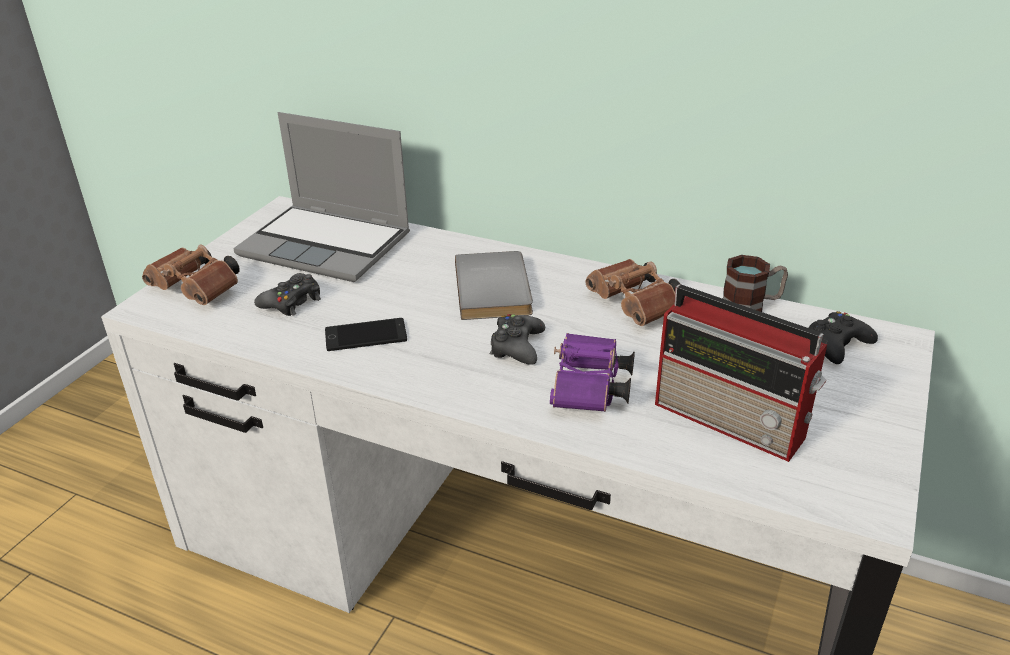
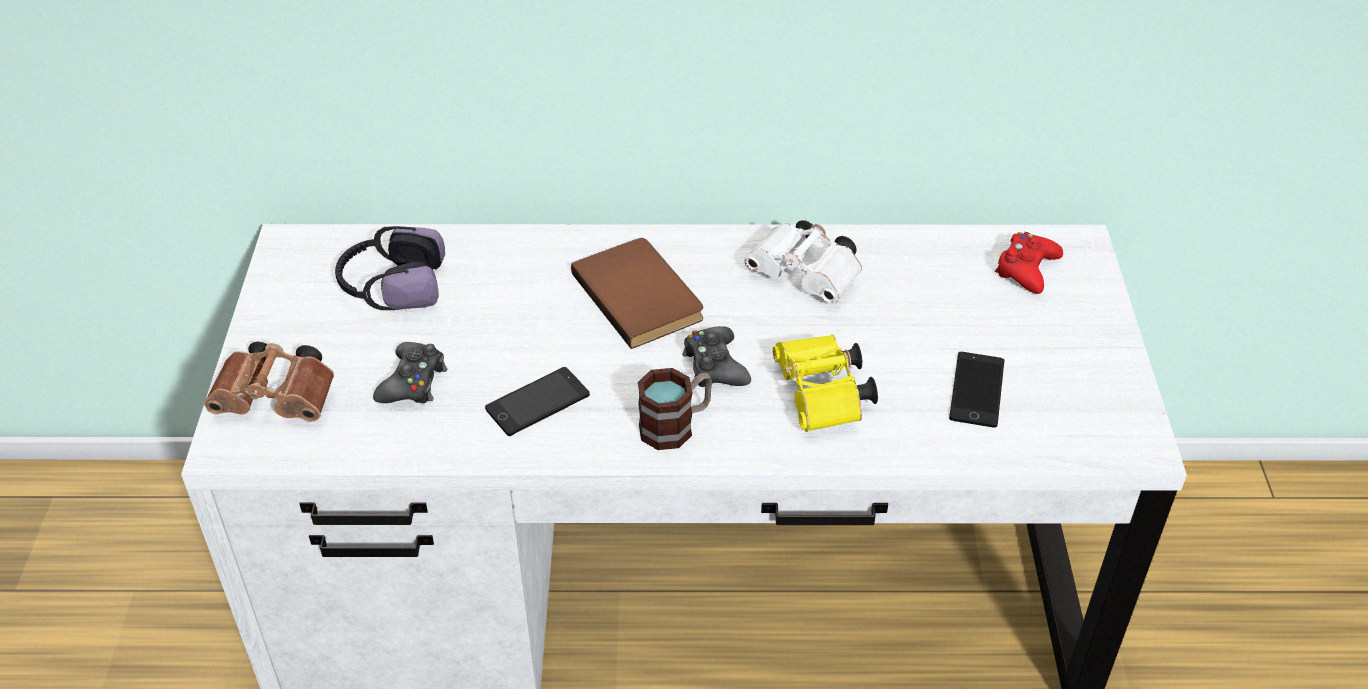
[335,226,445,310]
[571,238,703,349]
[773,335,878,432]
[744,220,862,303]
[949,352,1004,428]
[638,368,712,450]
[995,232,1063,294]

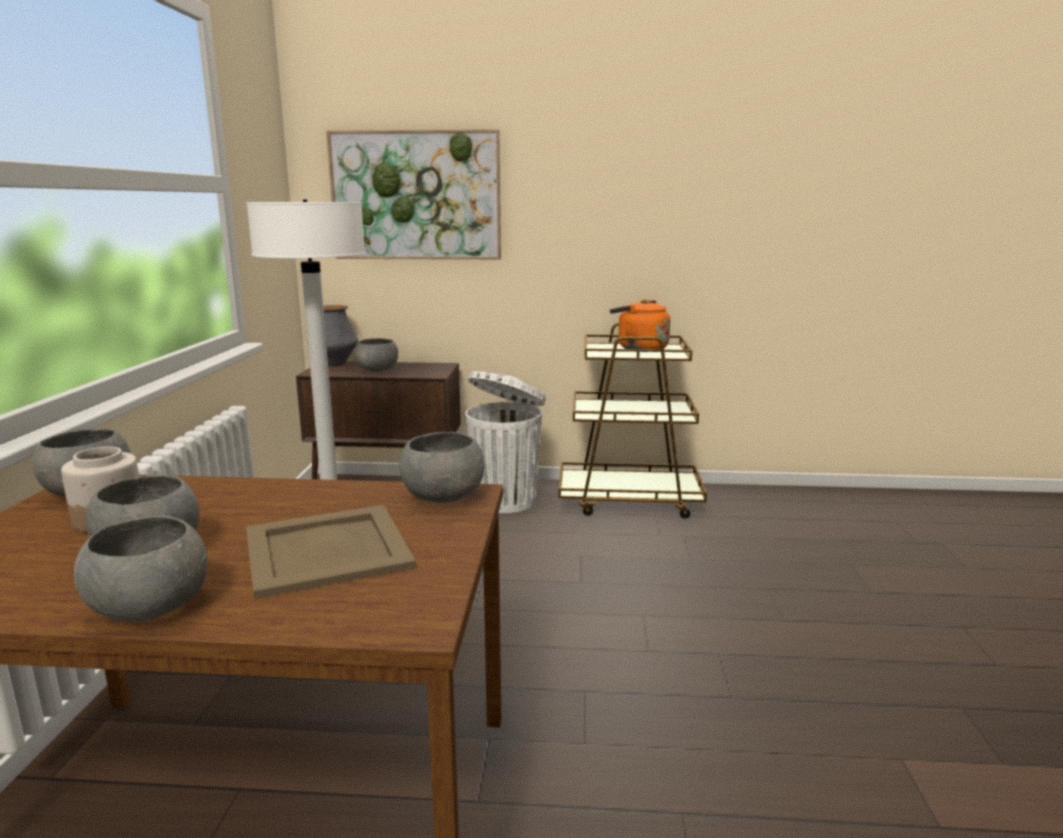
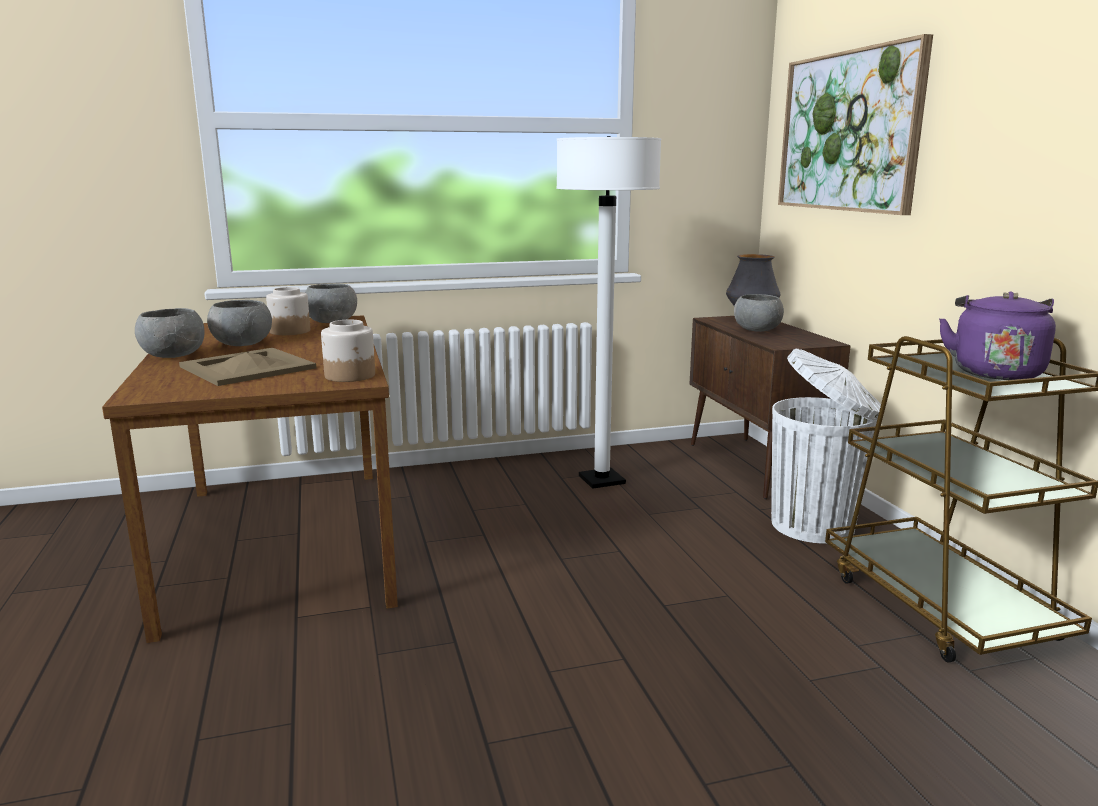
[321,320,375,382]
[939,292,1056,380]

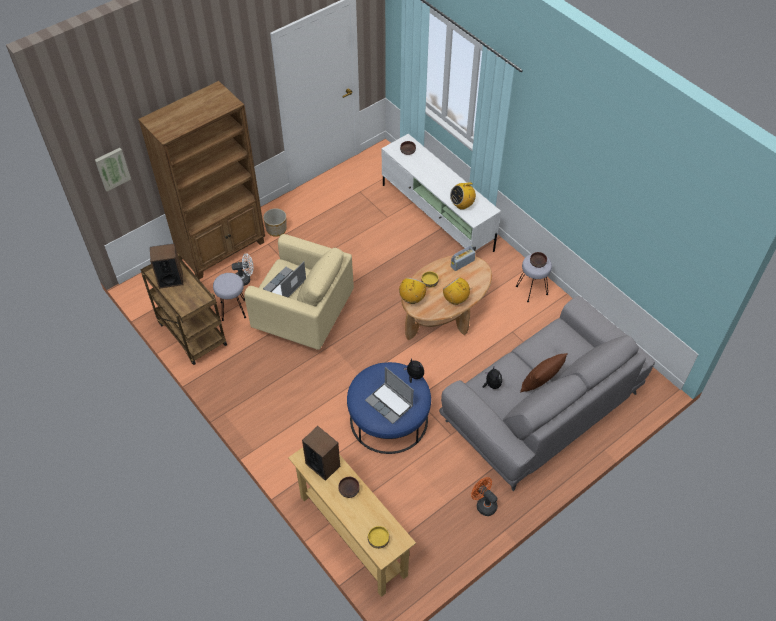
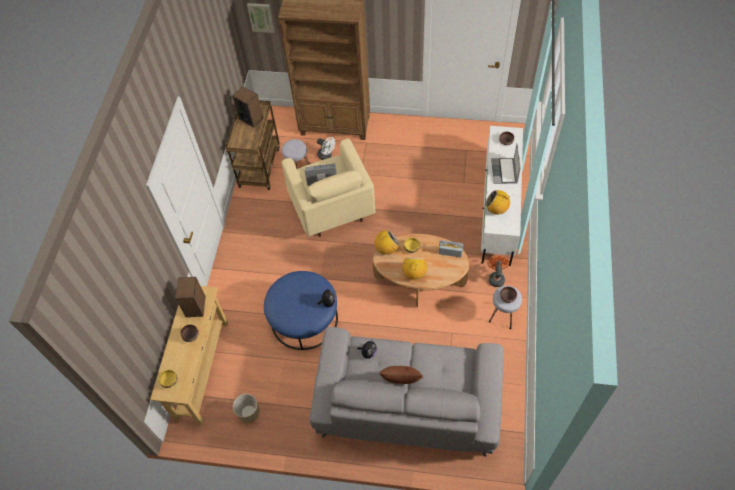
[233,394,259,423]
[491,144,521,184]
[488,256,509,287]

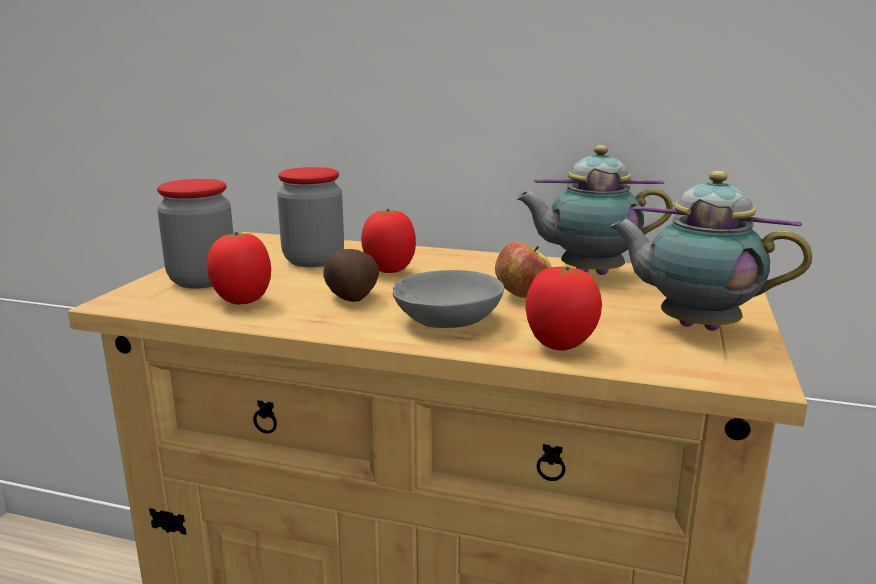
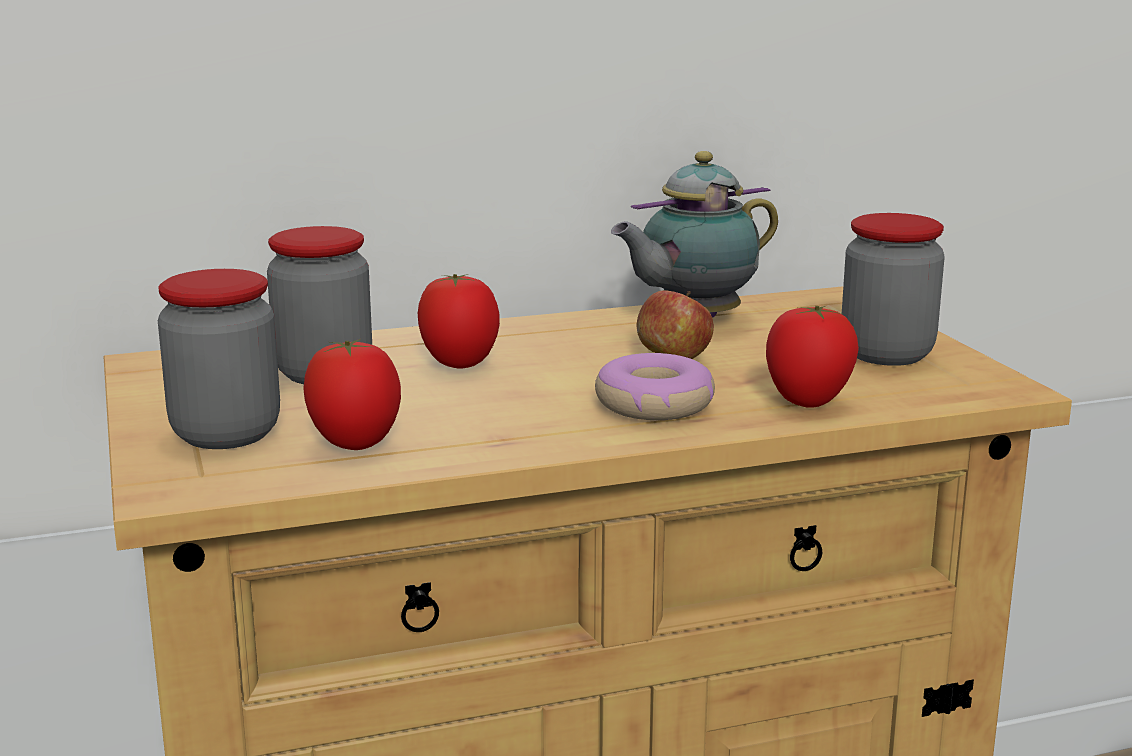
[323,249,379,302] (first image)
[595,353,715,420]
[842,213,945,366]

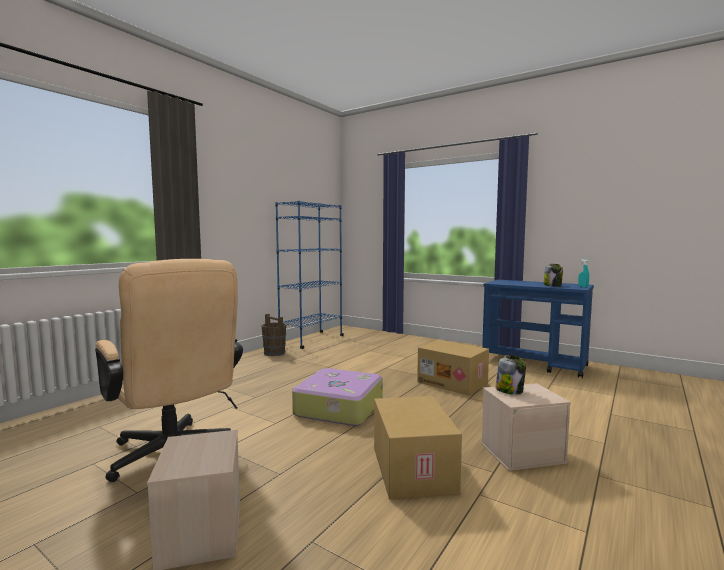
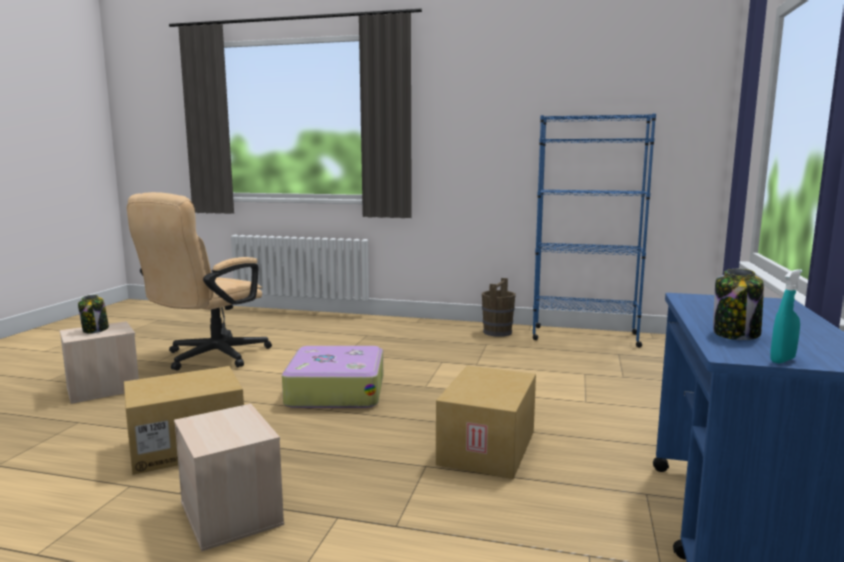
[78,295,109,334]

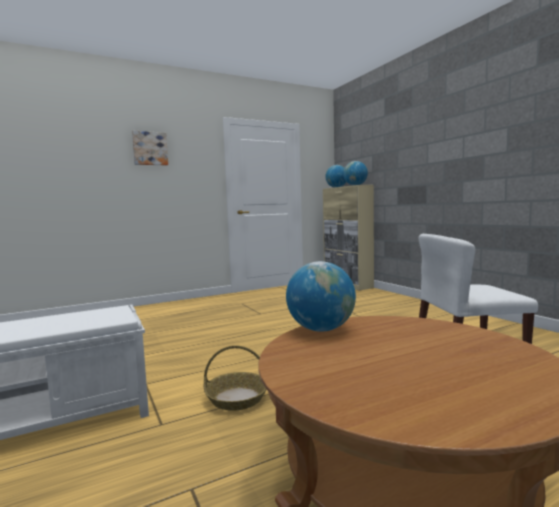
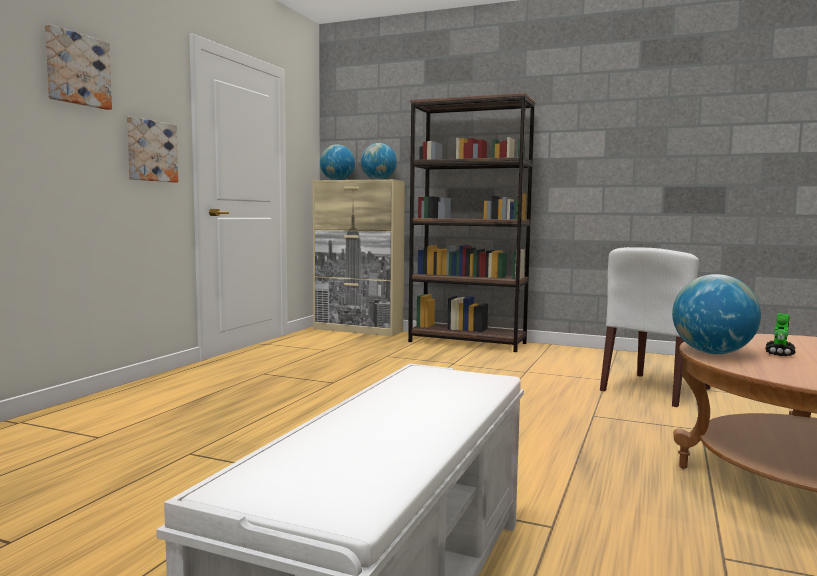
[204,345,267,410] (first image)
[127,117,178,183]
[408,93,536,352]
[765,313,796,356]

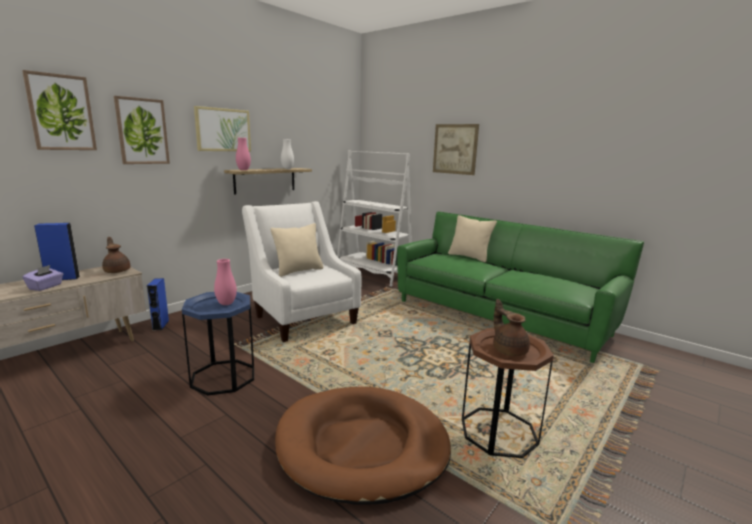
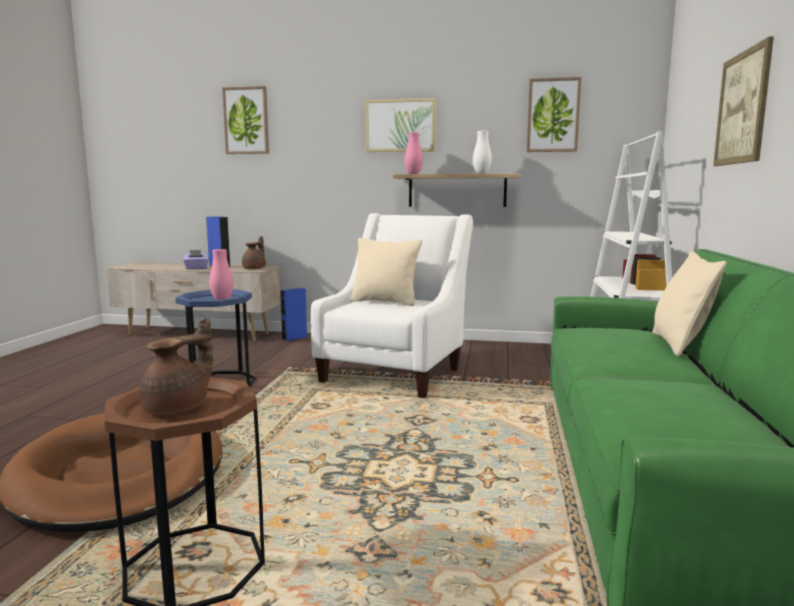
[527,77,581,152]

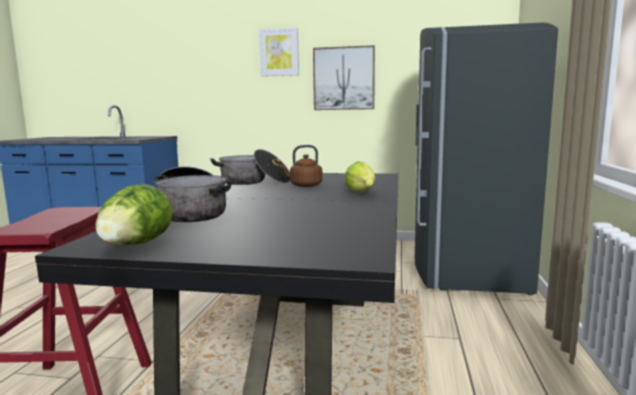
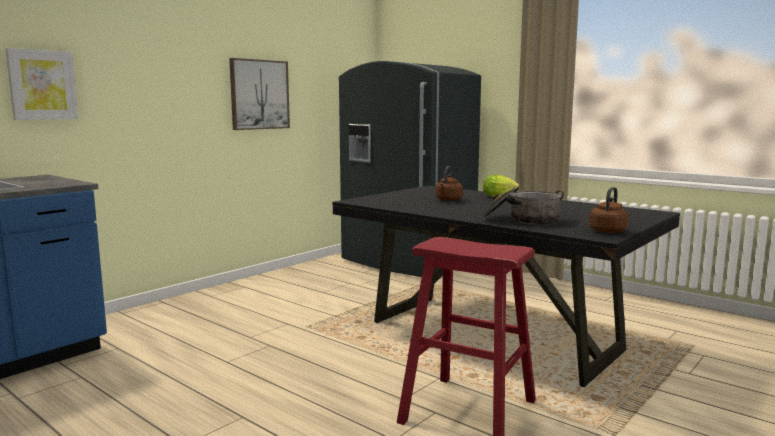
[589,187,628,233]
[210,149,290,185] (first image)
[5,48,78,120]

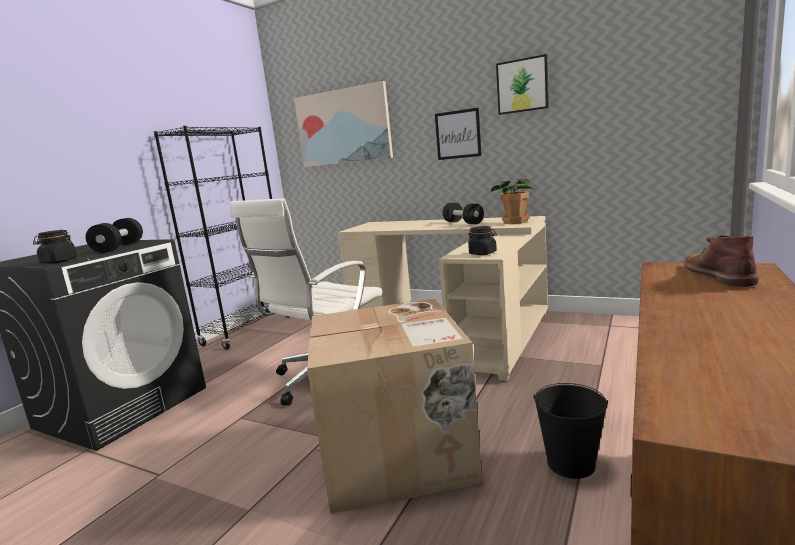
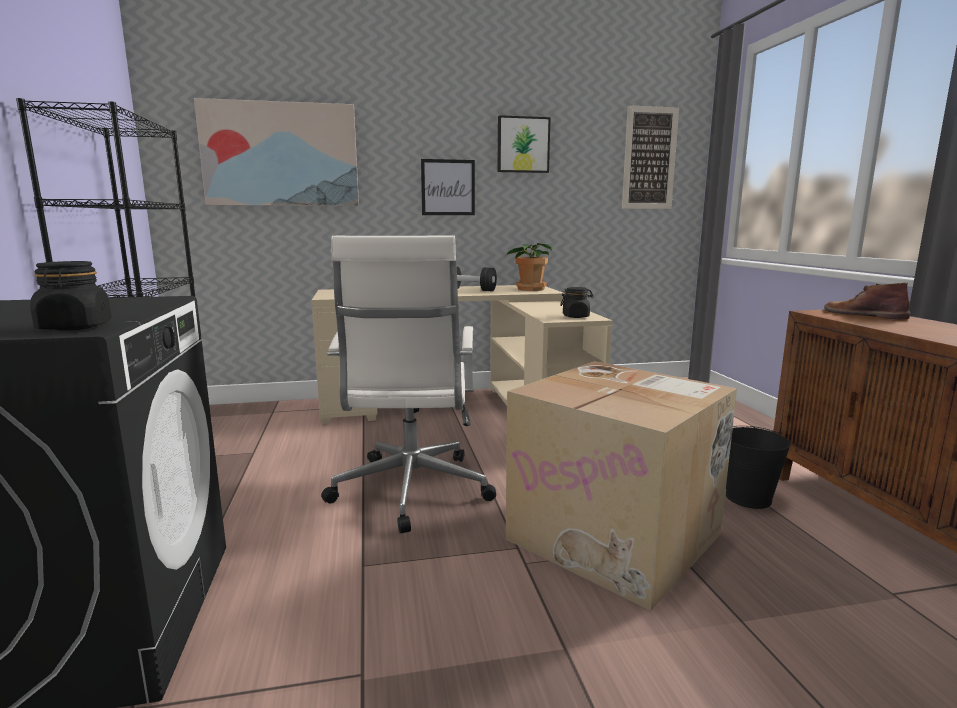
[86,218,143,253] (first image)
[622,105,679,209]

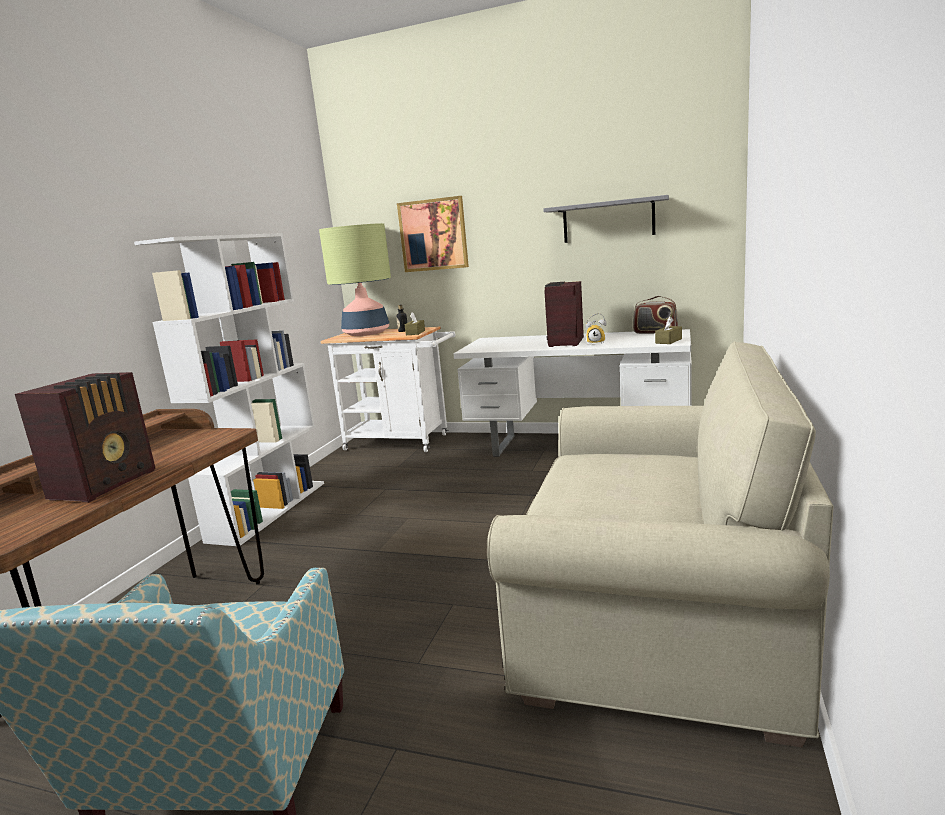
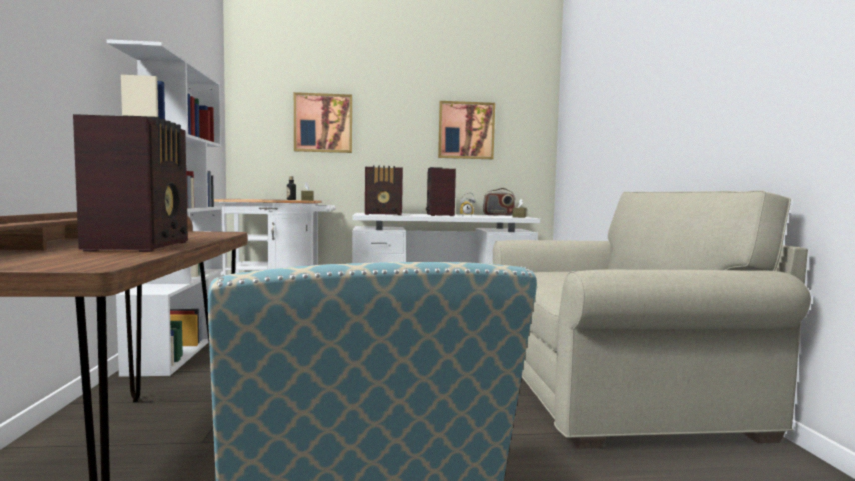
[319,223,391,336] (first image)
[438,101,495,159]
[365,165,403,215]

